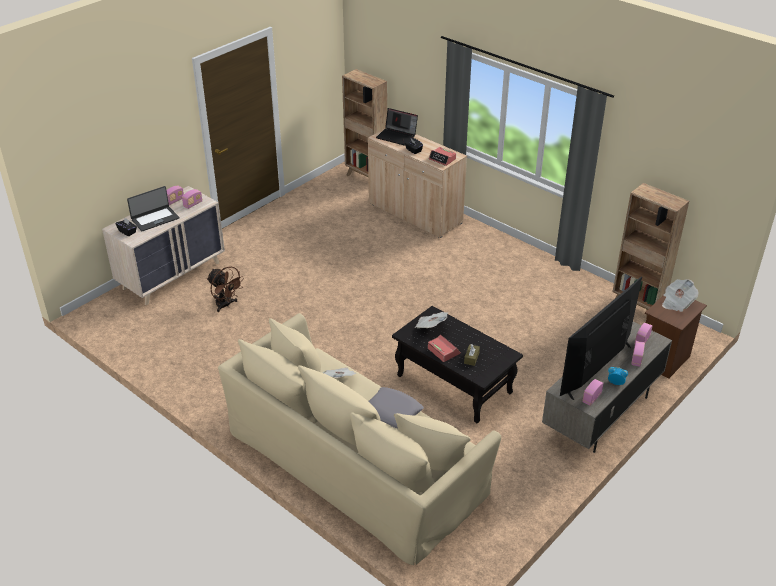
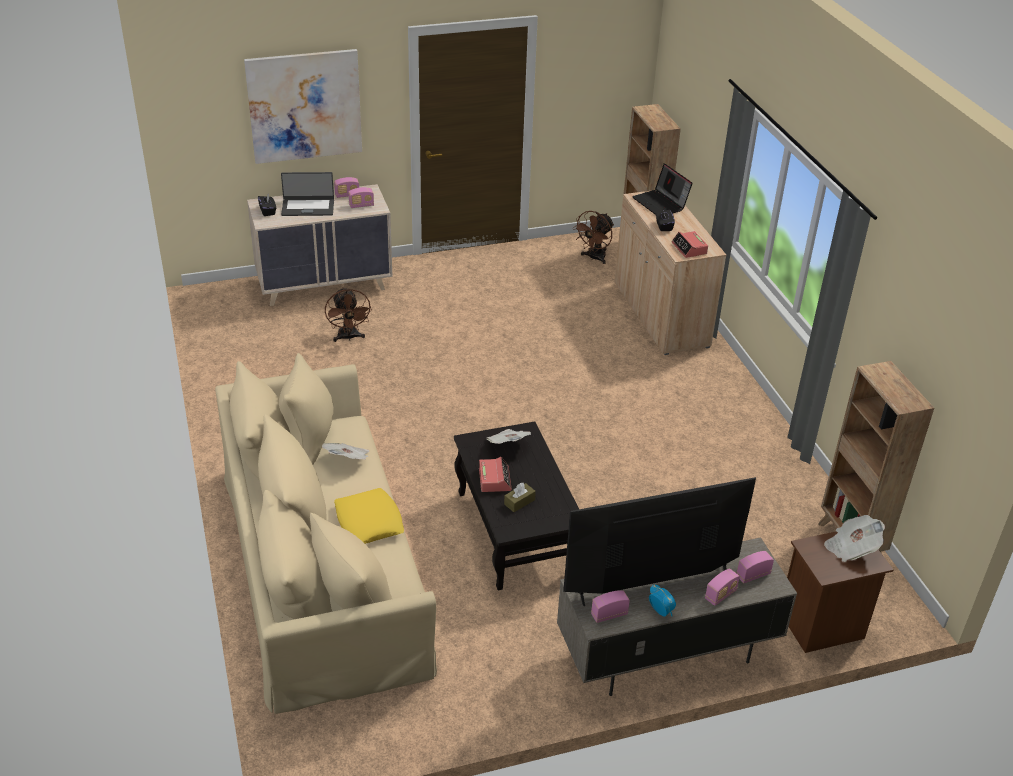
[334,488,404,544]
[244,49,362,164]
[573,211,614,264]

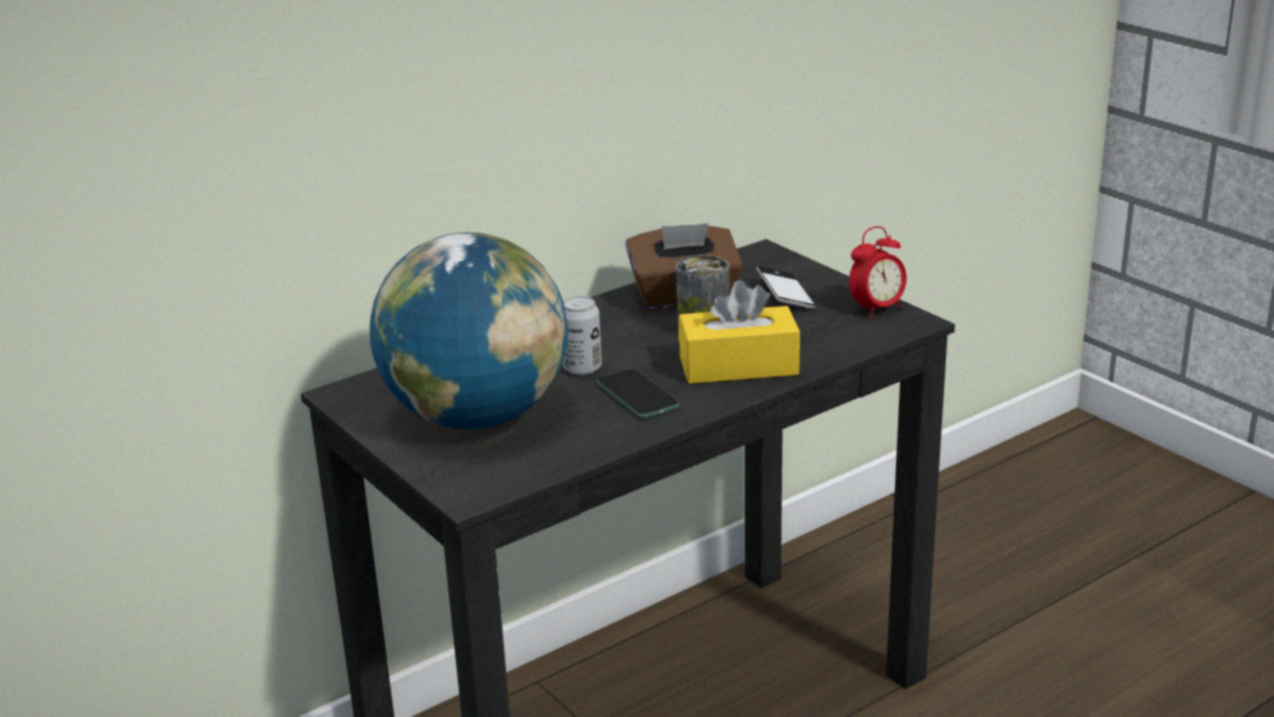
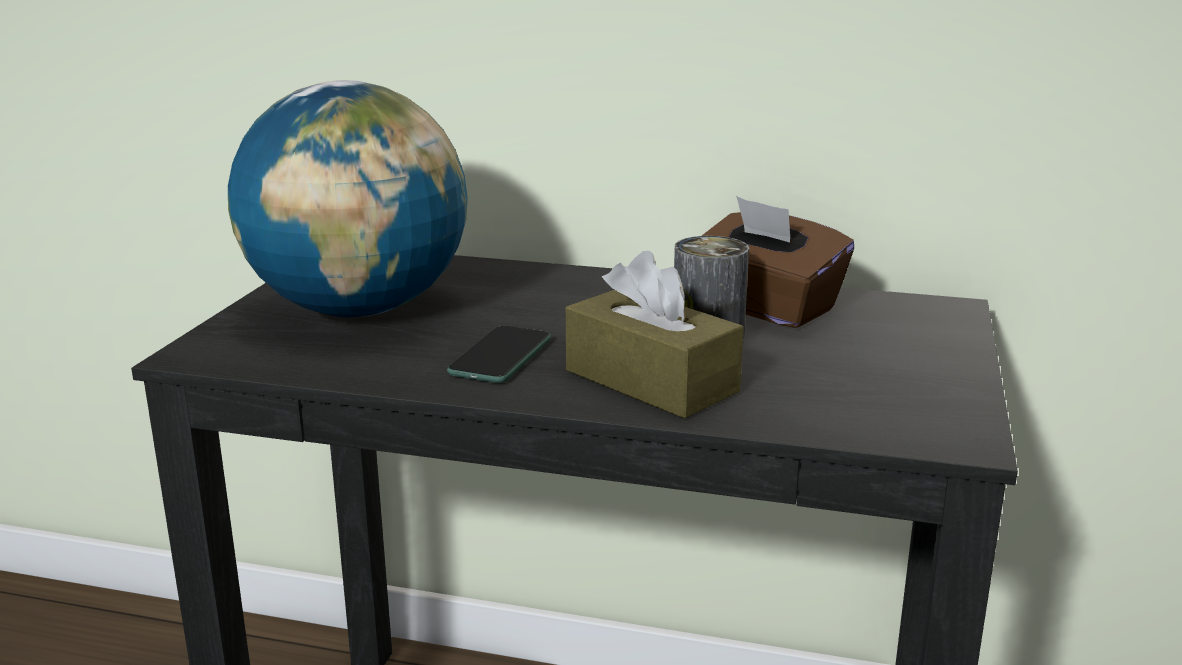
[562,296,602,375] (first image)
[566,251,743,419]
[756,266,816,309] (first image)
[849,226,907,318] (first image)

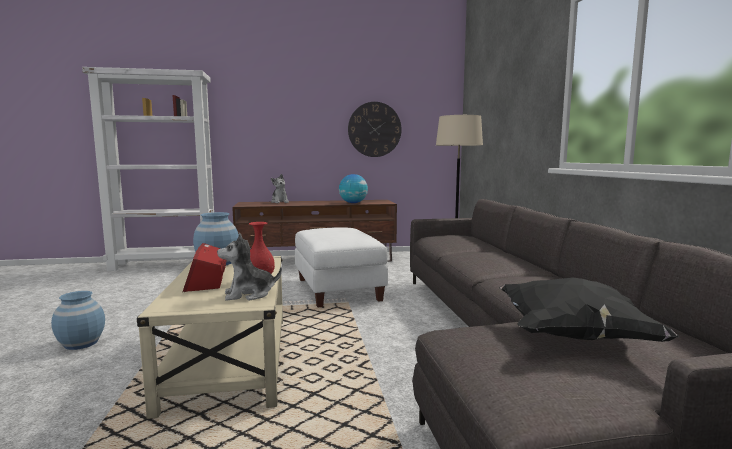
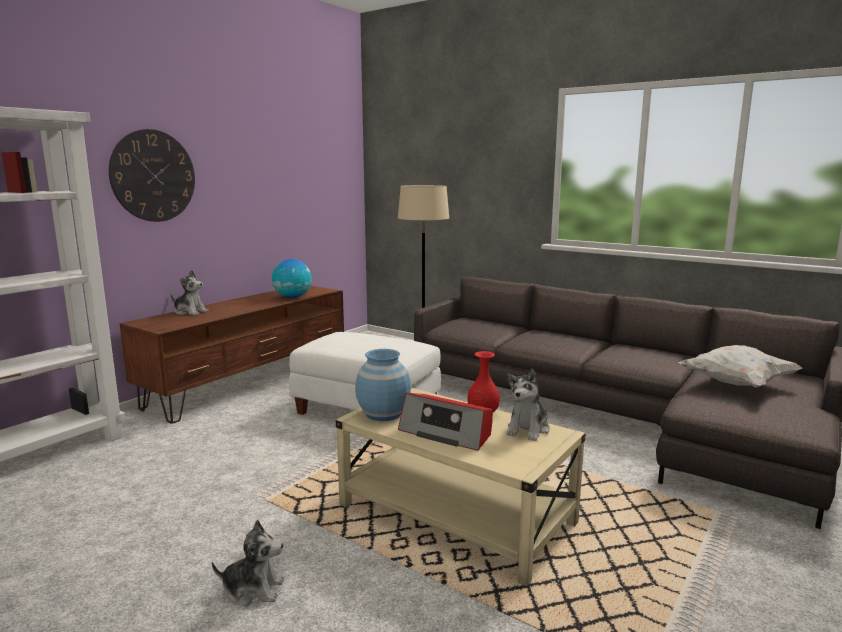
[212,520,284,607]
[109,129,195,222]
[678,345,802,388]

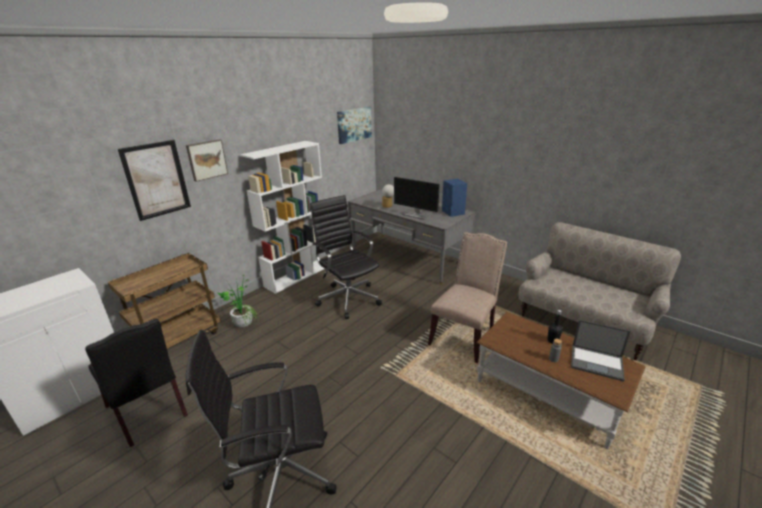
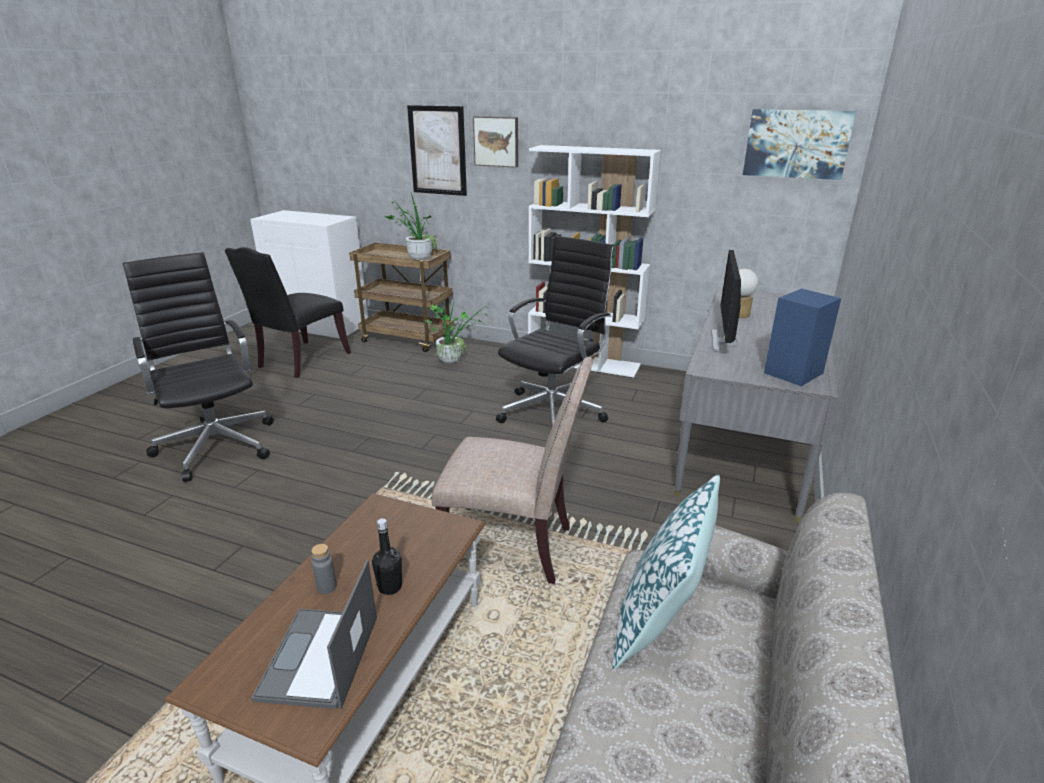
[384,193,438,260]
[612,475,720,669]

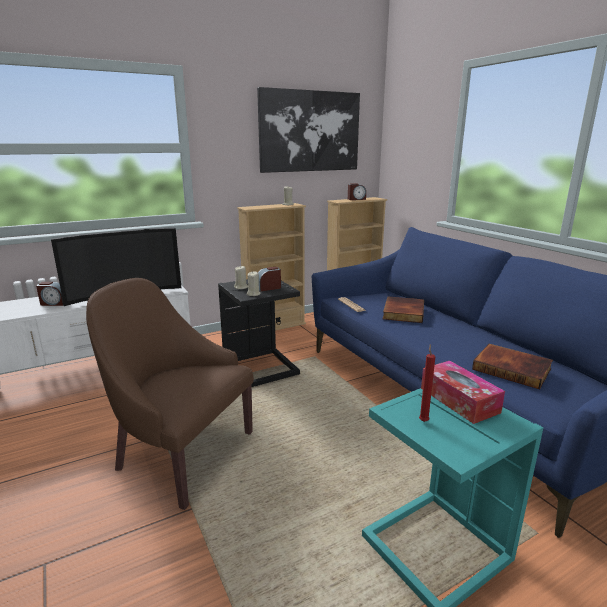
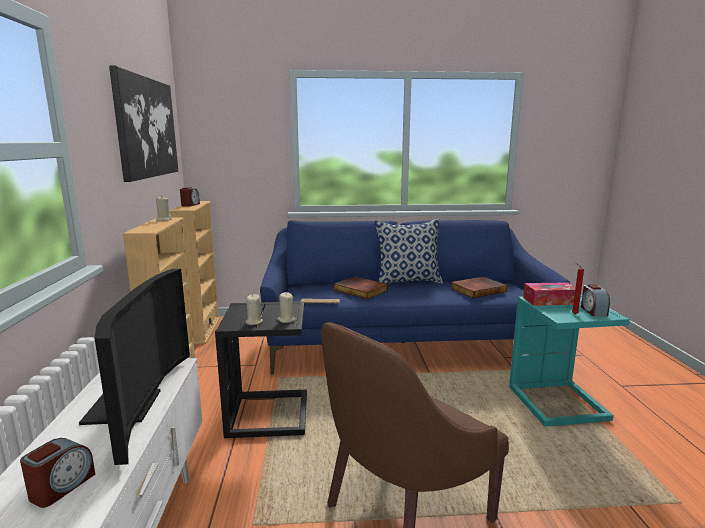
[581,284,610,316]
[374,218,443,284]

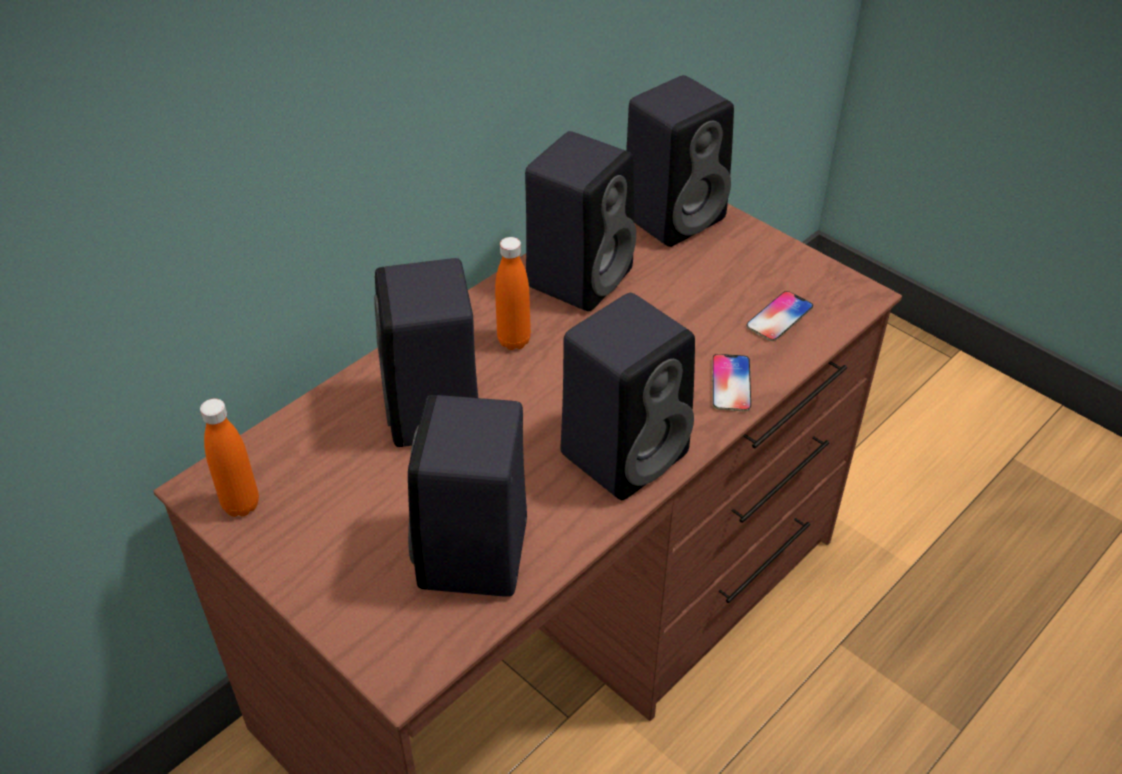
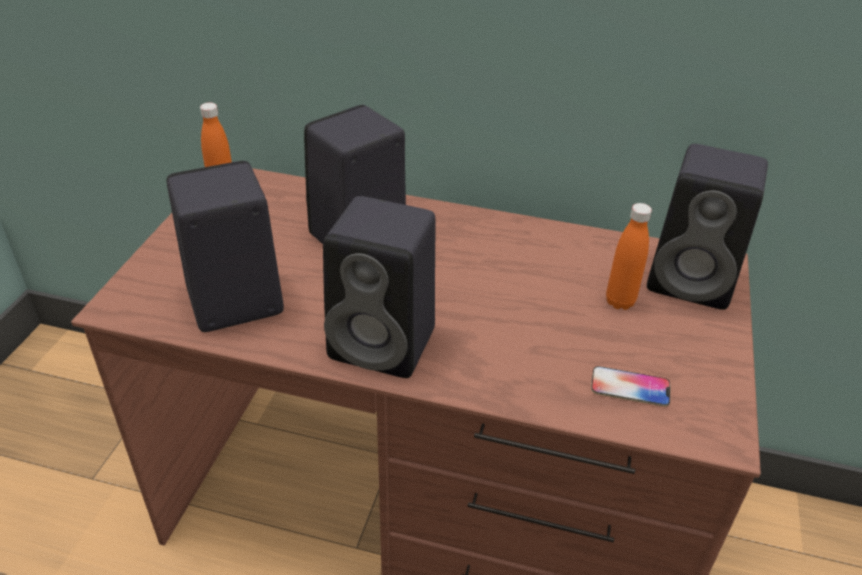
[606,203,652,310]
[525,131,636,311] (first image)
[712,354,751,411] (first image)

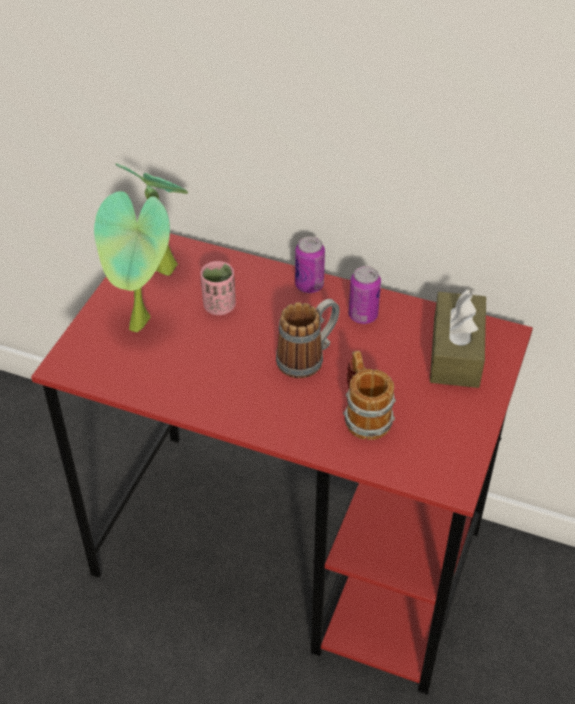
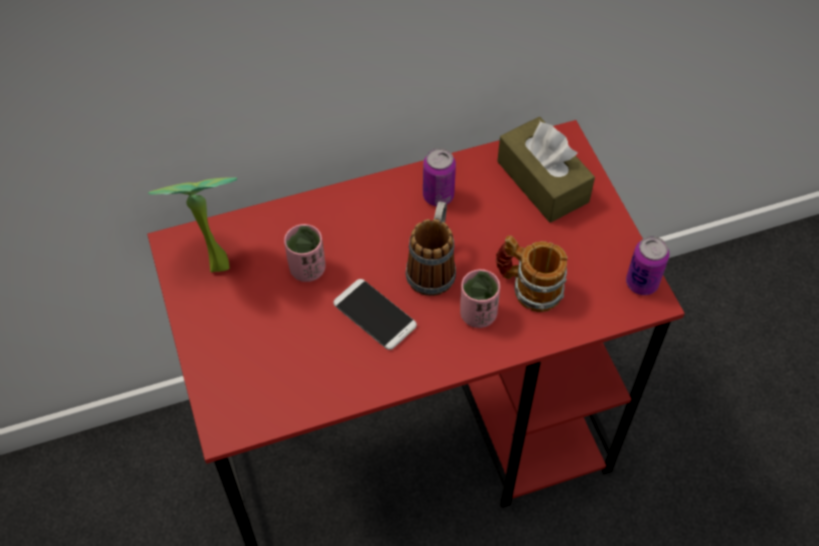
[94,191,170,332] (first image)
[626,236,669,295]
[333,279,417,350]
[460,269,500,328]

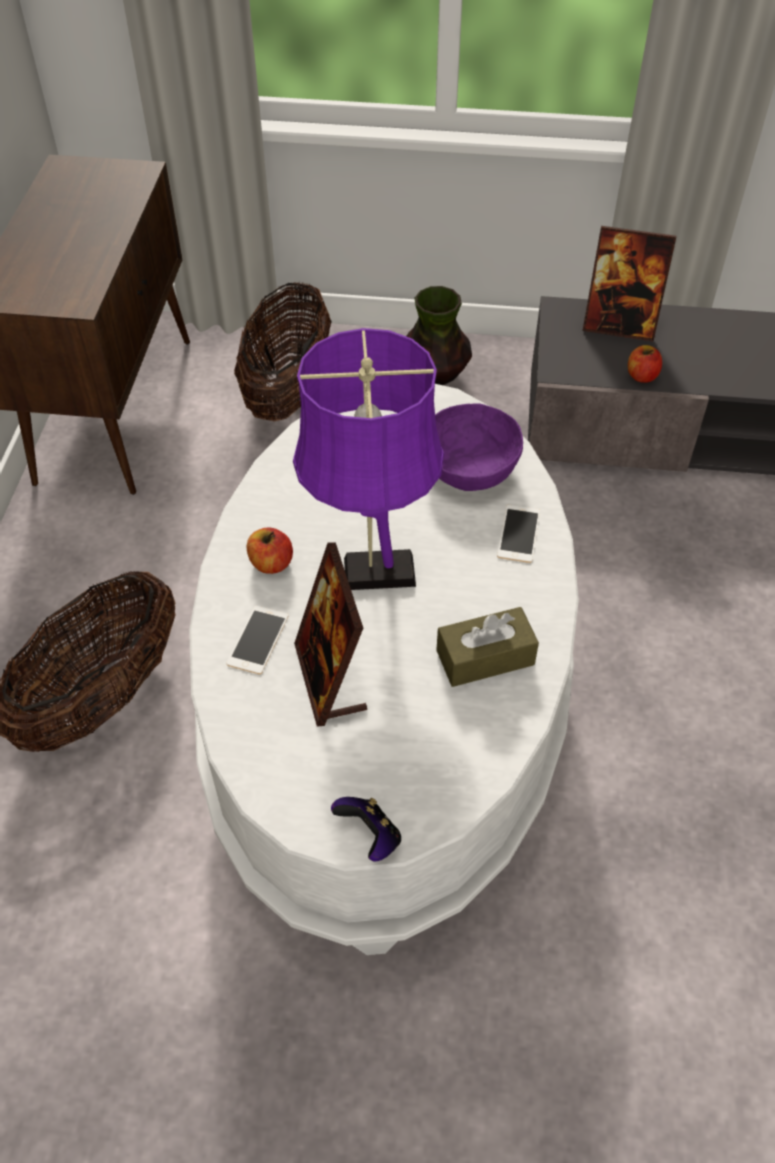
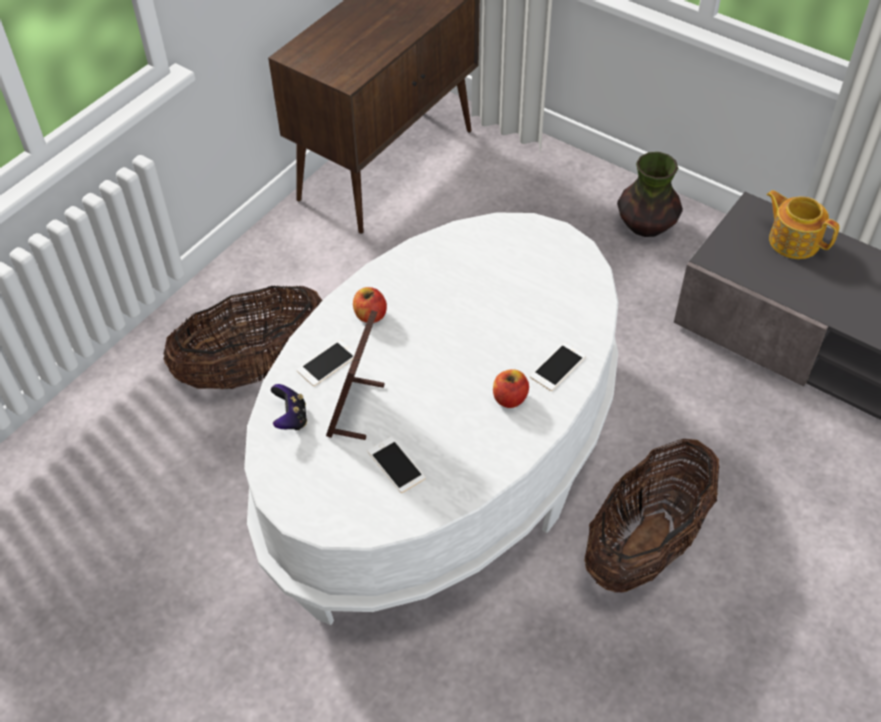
[585,439,719,593]
[293,328,444,590] (first image)
[271,384,307,430]
[435,404,523,491] (first image)
[436,607,539,687] (first image)
[766,190,840,259]
[493,369,529,408]
[368,437,425,493]

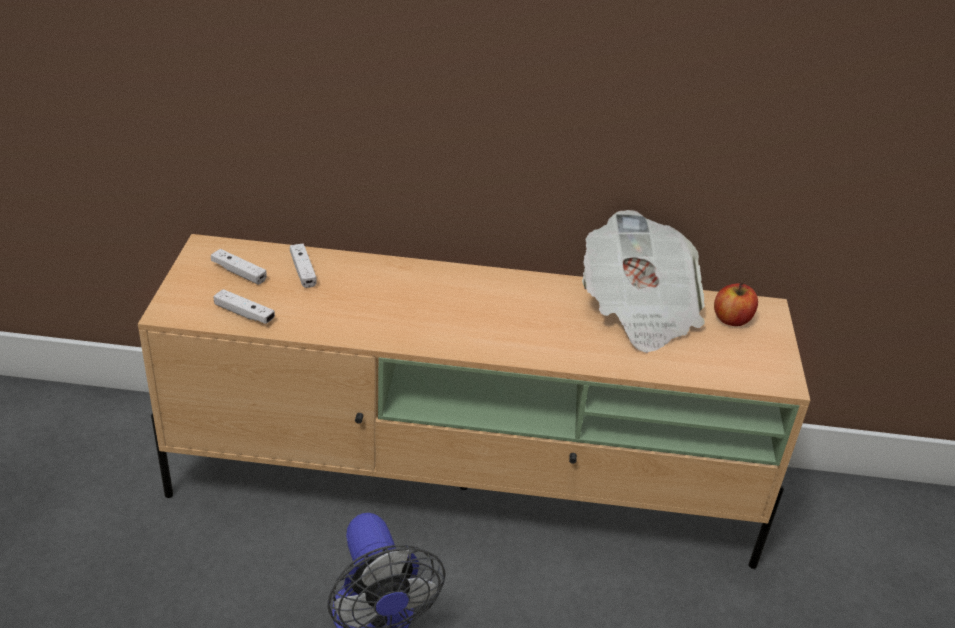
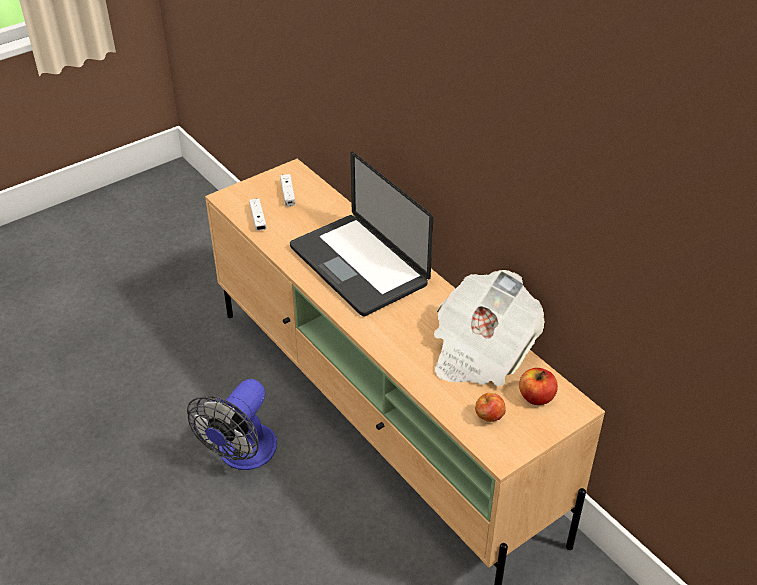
[290,244,317,288] (first image)
[290,152,433,317]
[475,393,506,422]

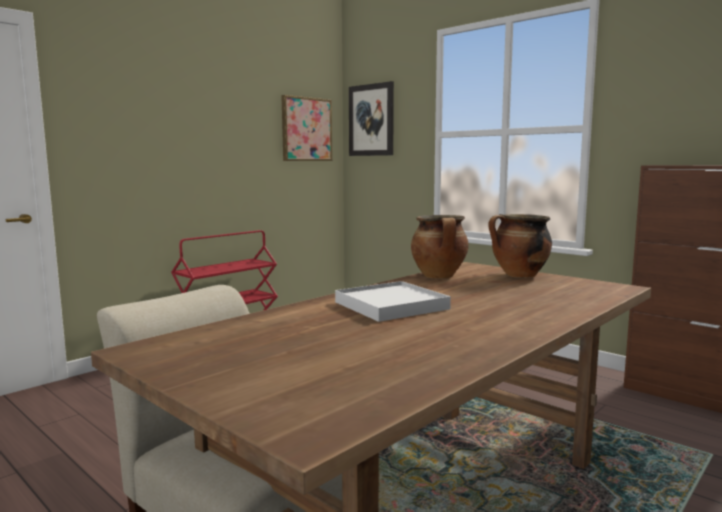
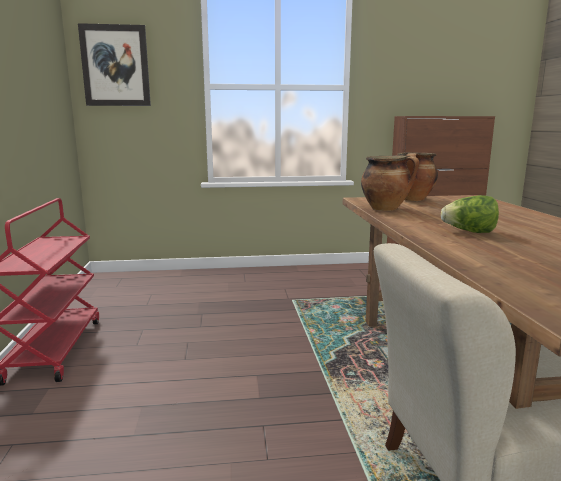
[281,95,332,161] (first image)
[441,195,499,233]

